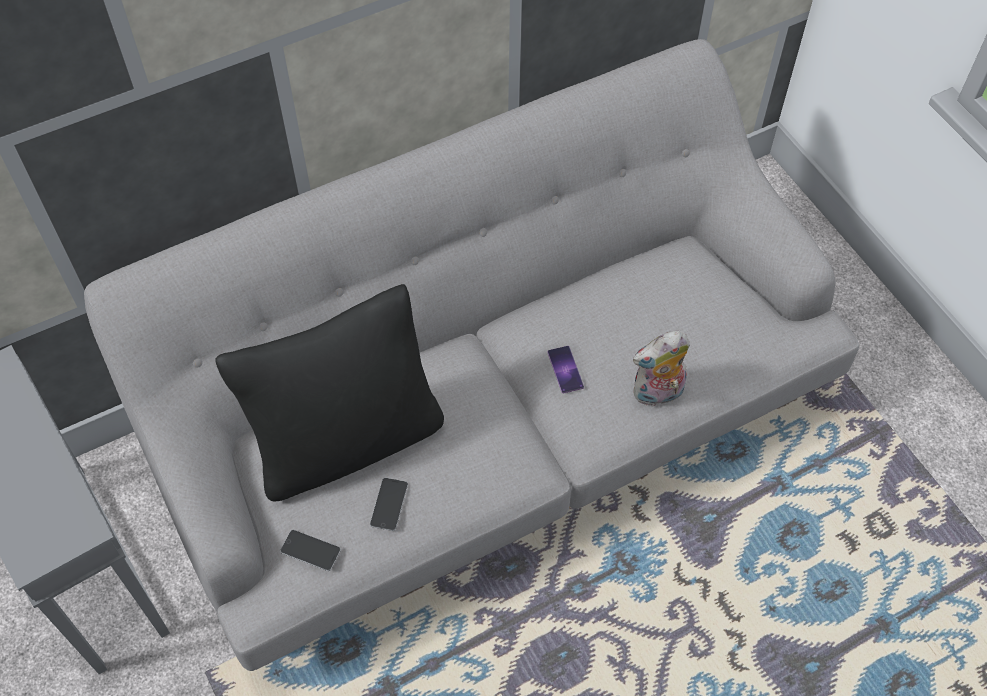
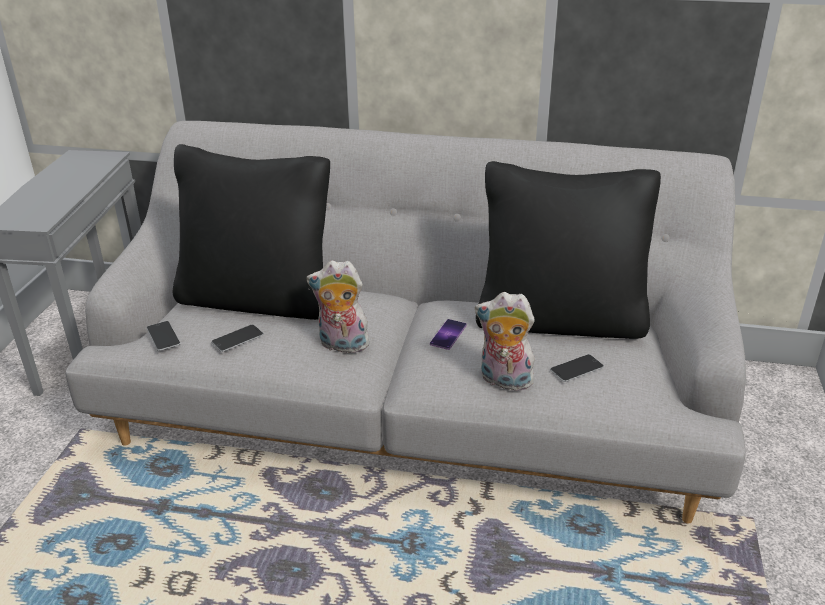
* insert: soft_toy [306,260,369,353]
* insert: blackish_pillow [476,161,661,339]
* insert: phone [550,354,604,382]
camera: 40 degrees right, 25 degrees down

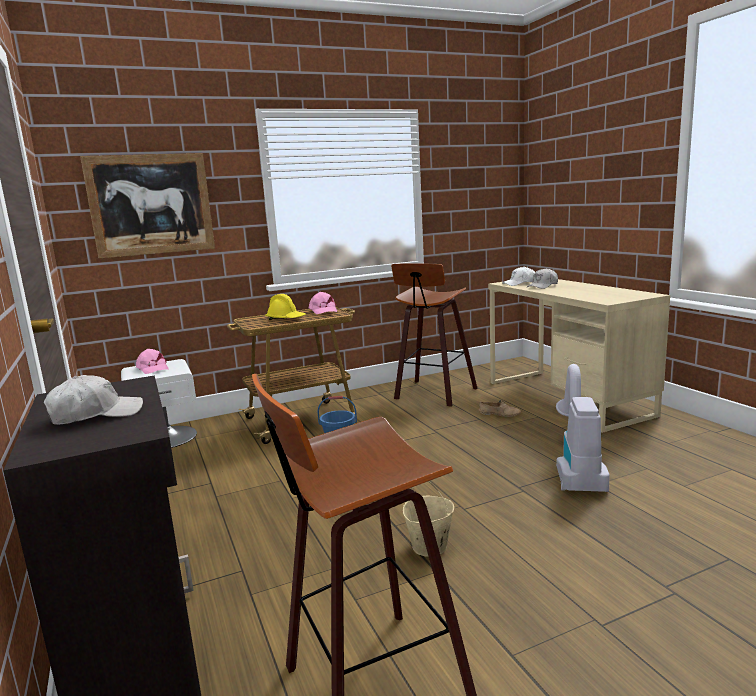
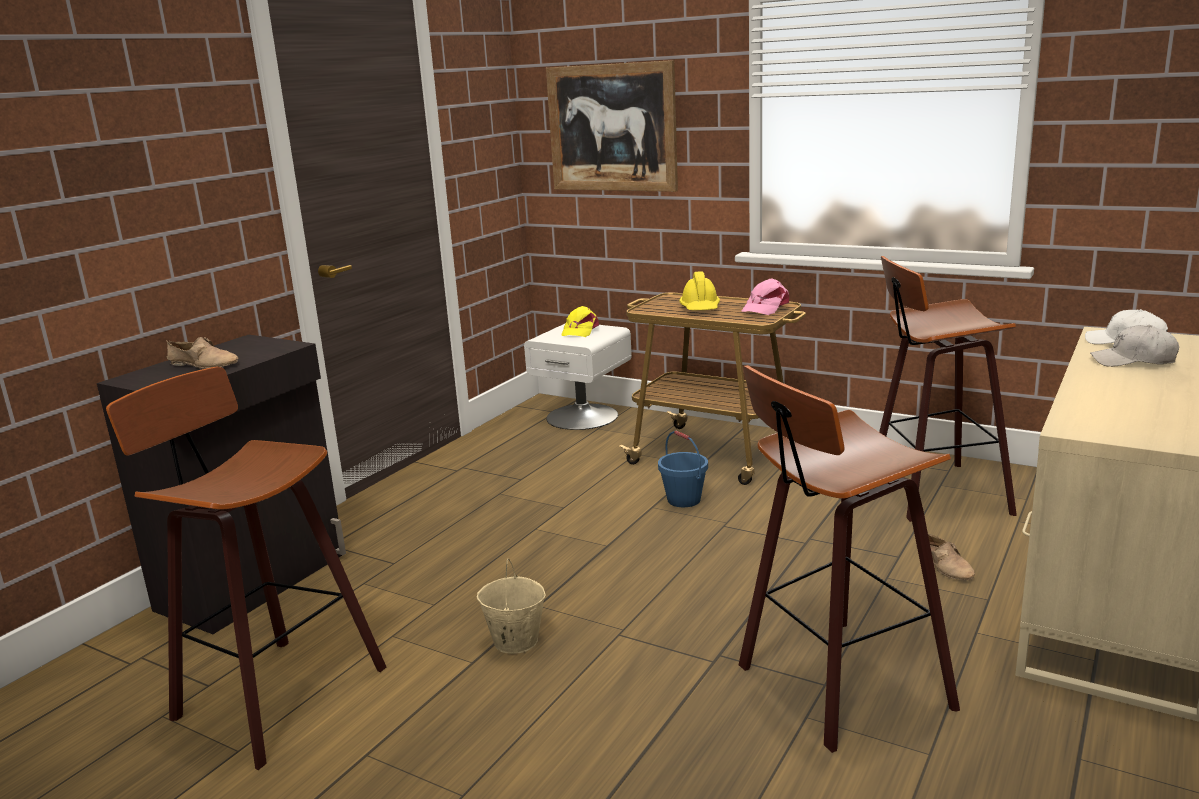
* replace: whitish_peaked_cap [44,375,143,425] to sand-coloured_low_shoe [166,337,238,369]
* recolor: pinkish_peaked_cap [136,349,168,374] to yellow_peaked_cap [561,306,599,337]
* replace: hoover [556,364,610,492] to sitting_stool [738,365,960,753]
camera: 55 degrees right, 5 degrees up

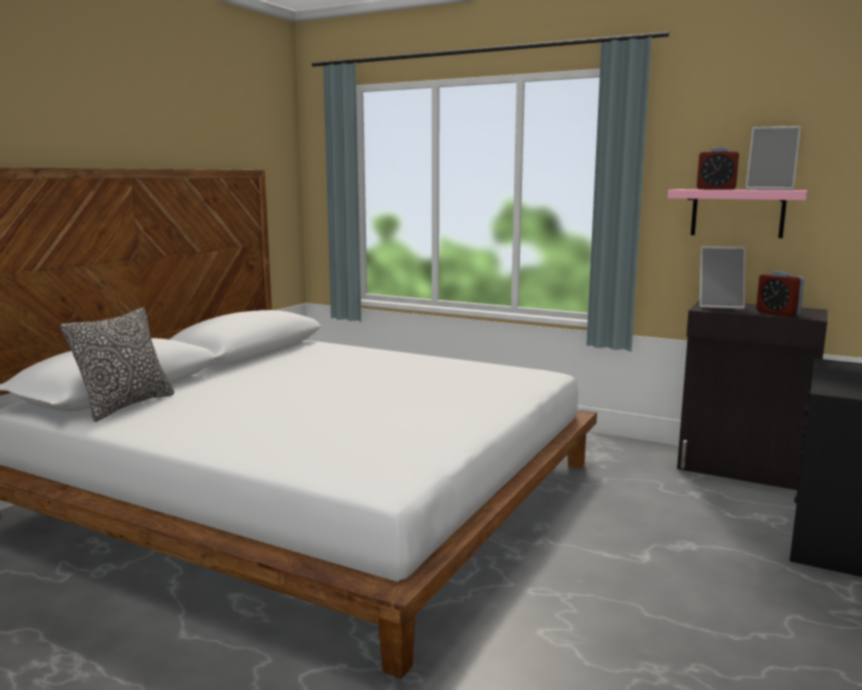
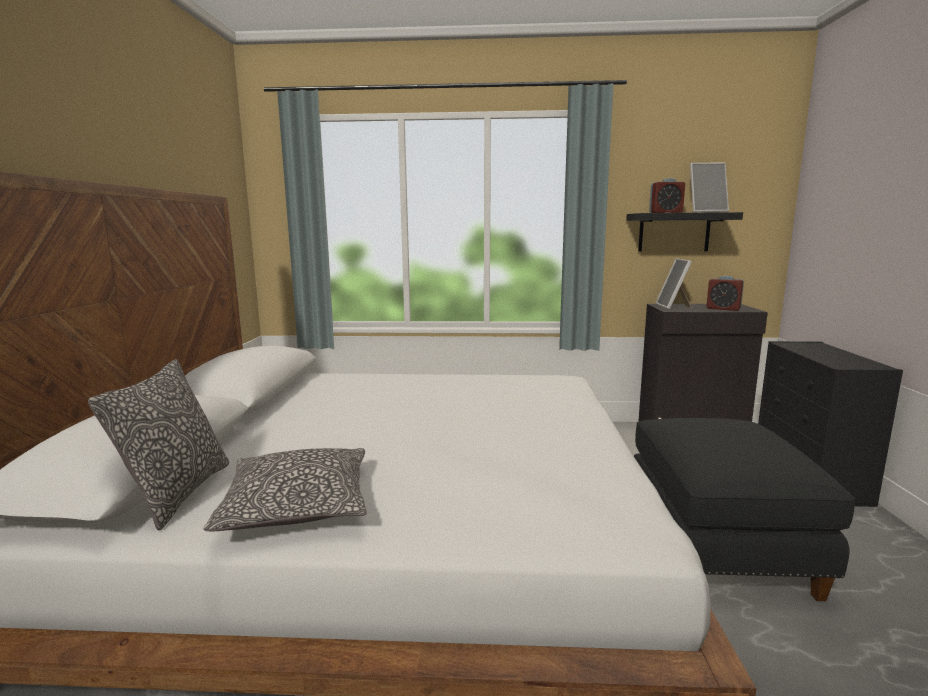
* recolor: pinkish_bracket_shelf [667,189,808,238] to blackish_bracket_shelf [626,212,743,252]
* rotate: photo_frame [699,246,745,309] = [655,258,692,309] 105 degrees clockwise
* insert: pillow [203,448,367,531]
* insert: blackish_pouffe [634,418,856,601]
camera: 25 degrees left, 0 degrees up

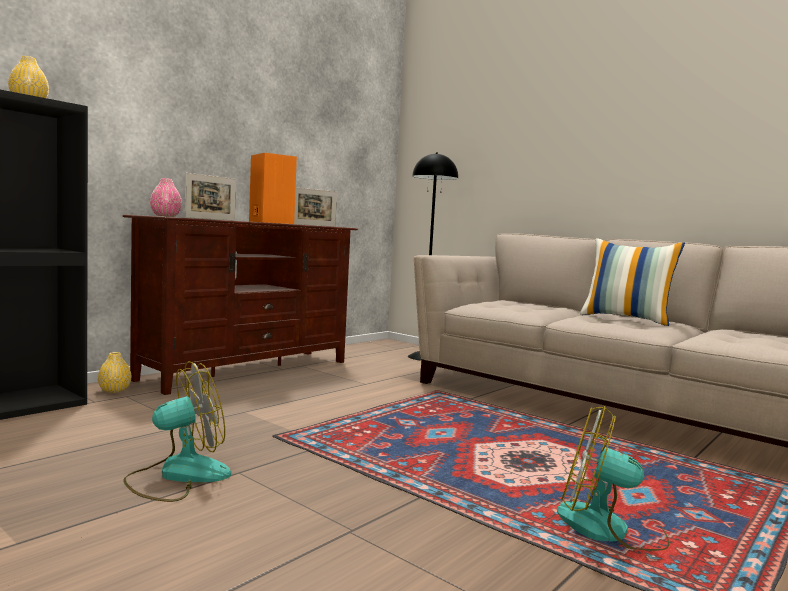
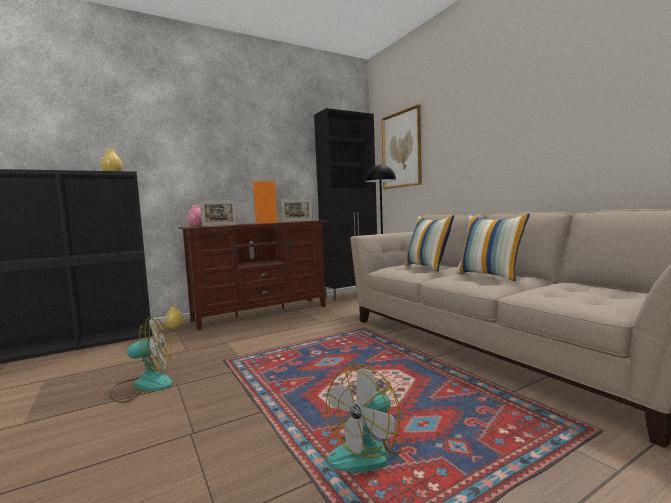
* rotate: electric_fan [557,406,669,551] = [326,364,403,472] 90 degrees counterclockwise
* insert: blackish_cupboard [314,108,377,301]
* insert: wall_art [381,104,422,189]
* insert: pillow [405,215,454,272]
camera: 20 degrees right, 0 degrees up

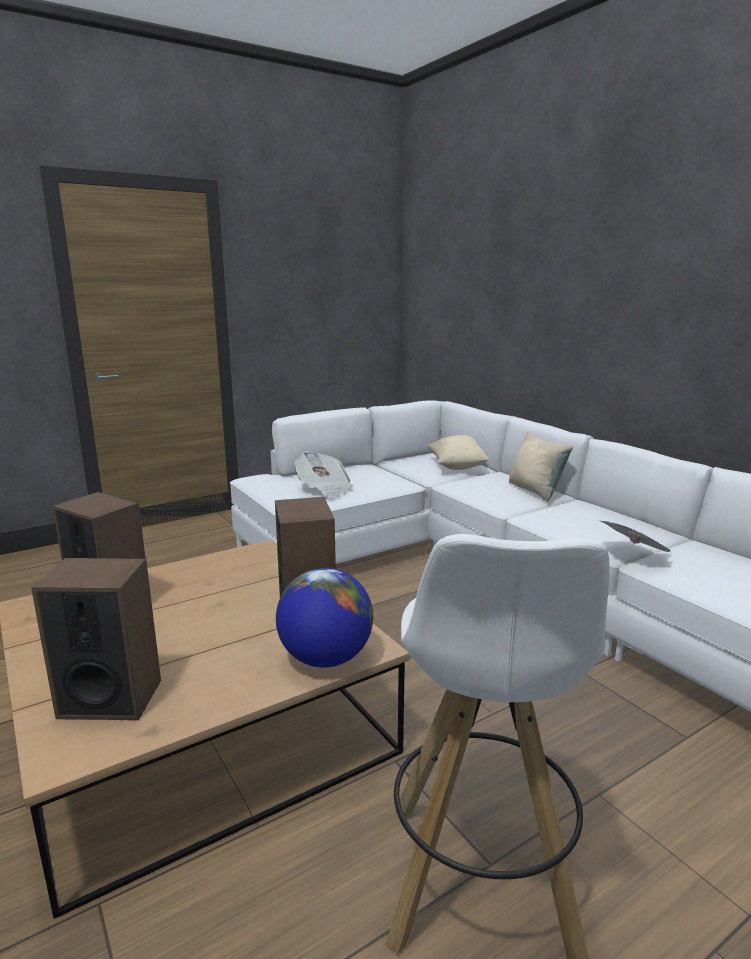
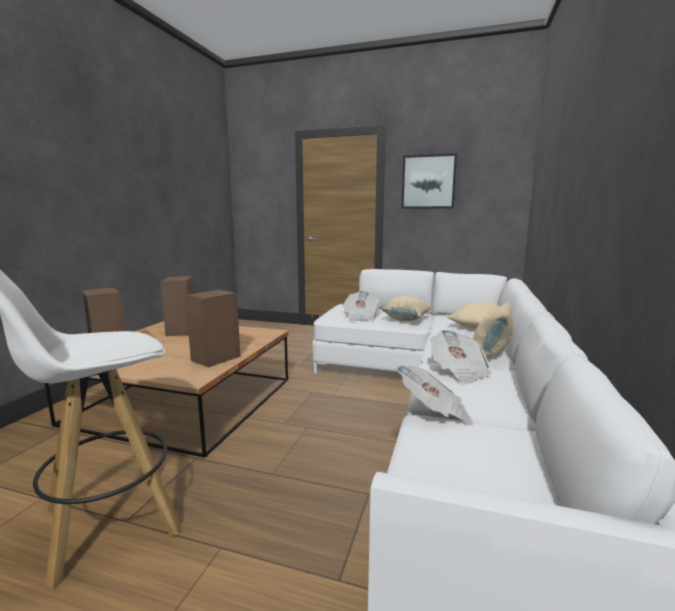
* delete: desk_globe [276,568,373,668]
* insert: sand-coloured_pillow [381,296,433,321]
* insert: wall_art [401,153,457,209]
* insert: newspaper [430,330,491,384]
camera: 50 degrees right, 5 degrees down

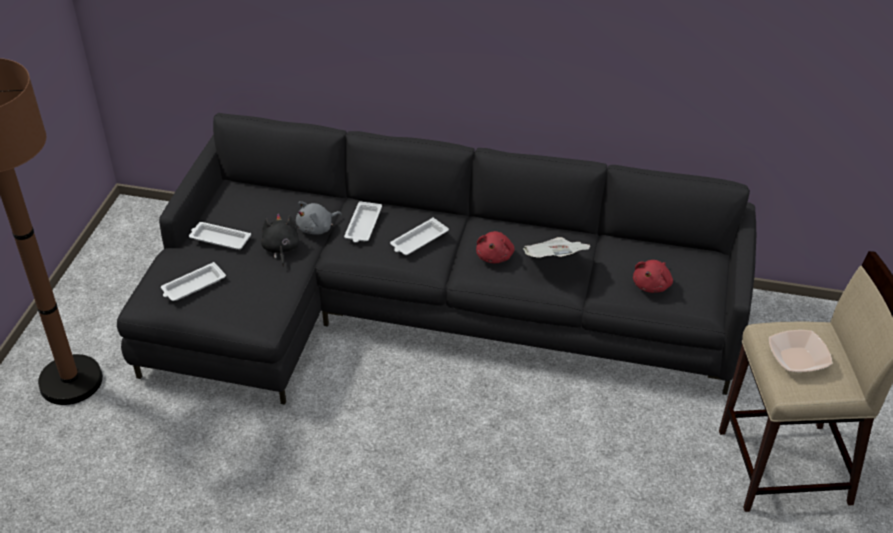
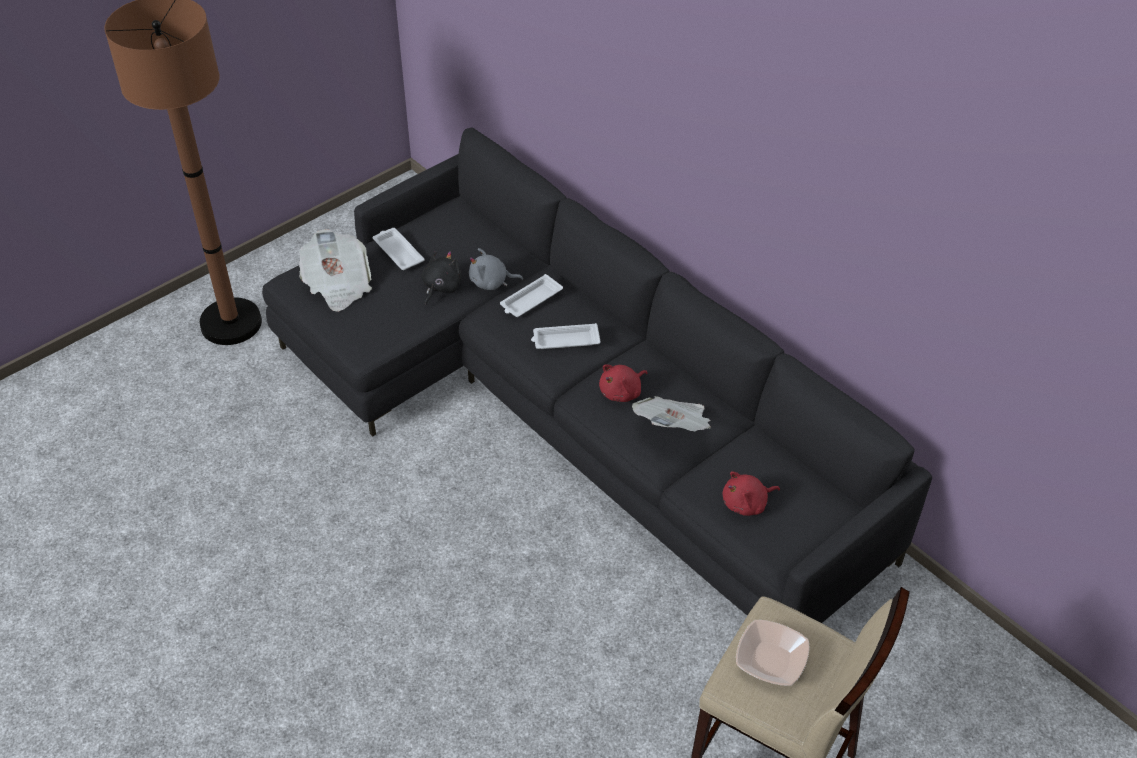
* replace: whitish_serving_tray [161,262,226,301] to newspaper [299,229,372,312]
camera: 35 degrees right, 5 degrees up

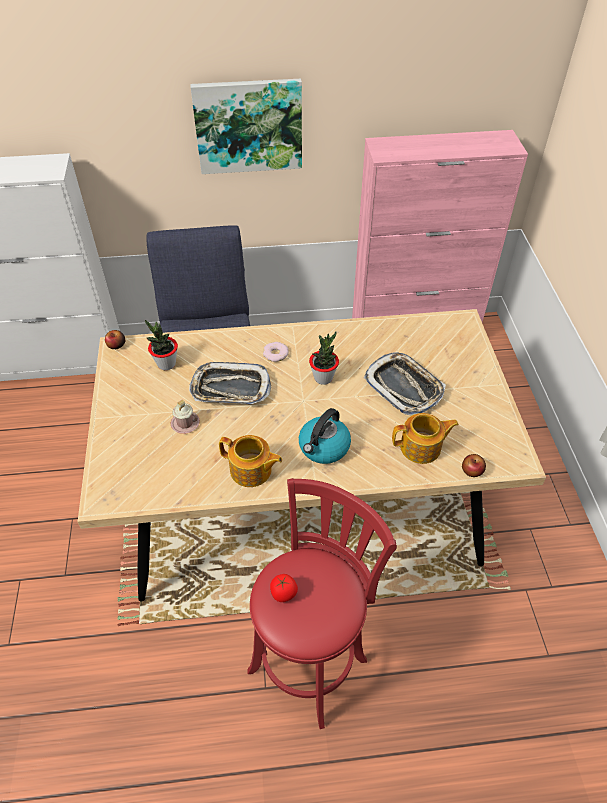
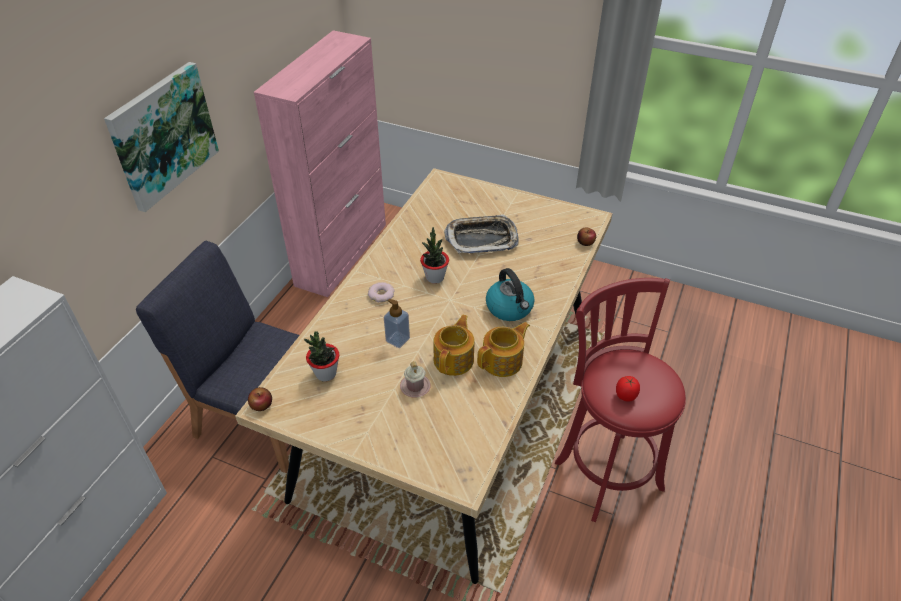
* replace: serving_tray [189,362,271,404] to soap_dispenser [384,299,410,348]
* move: pot_for_tea [392,413,459,464] to [434,315,475,376]
camera: 60 degrees left, 5 degrees down

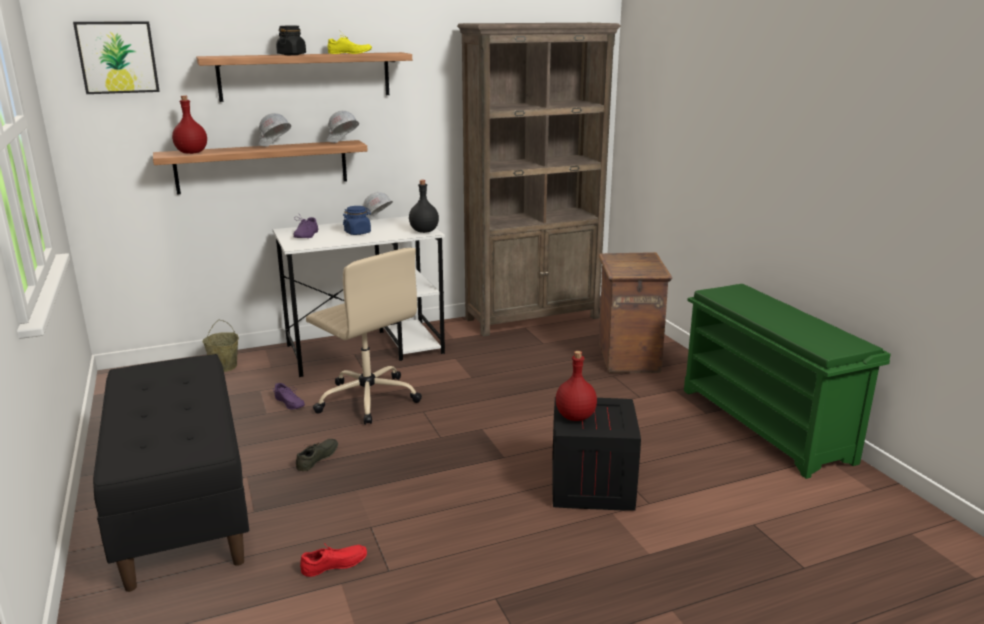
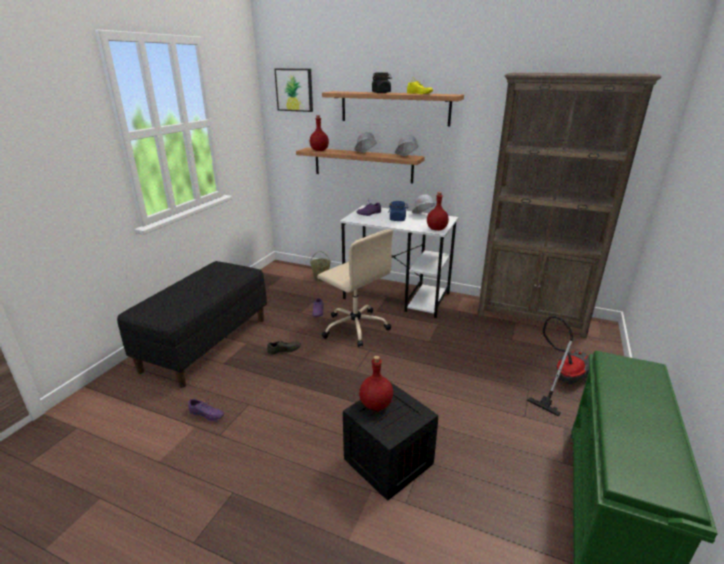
* recolor: reddish_low_shoe [300,543,367,577] to purplish_low_shoe [188,399,224,421]
* rotate: sand-coloured_computer_chair [306,248,422,425] = [317,229,393,347] 45 degrees counterclockwise
* recolor: blackish_beverage_bottle [409,180,439,233] to reddish_beverage_bottle [427,192,449,231]
* replace: shipping_crate [599,252,672,373] to hoover [527,316,589,417]
camera: 45 degrees right, 5 degrees up

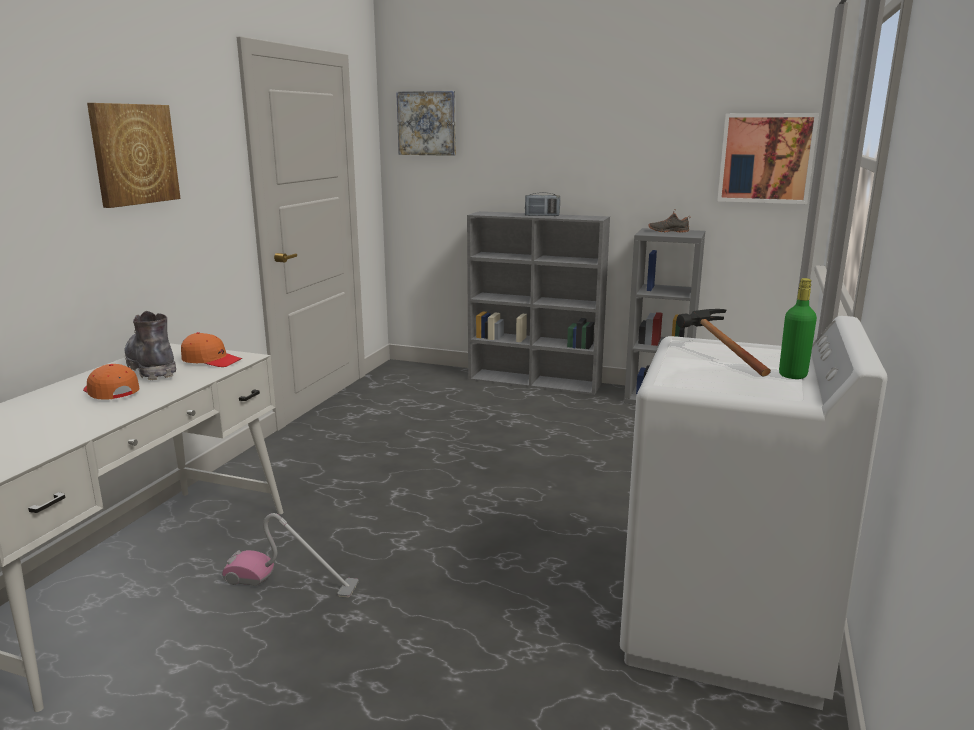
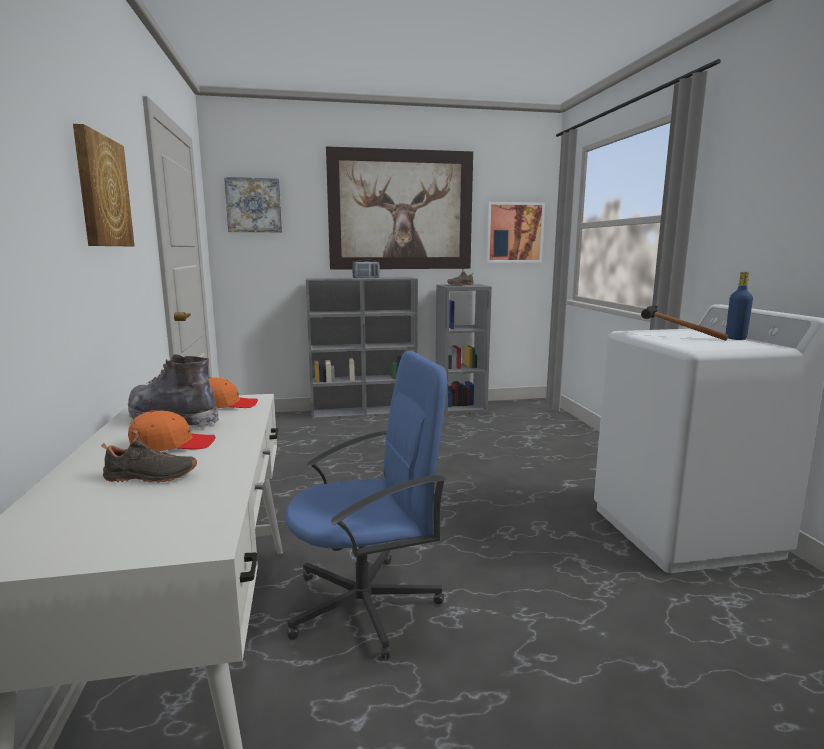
* rotate: orangey_peaked_cap [83,364,140,399] = [128,410,215,451] 150 degrees clockwise
* replace: hoover [222,513,359,597] to blue-coloured_computer_chair [285,351,447,659]
* recolor: green-coloured_beverage_bottle [779,278,817,379] to blue-coloured_beverage_bottle [726,272,753,340]
* insert: blackish_low_shoe [101,430,197,483]
* insert: wall_art [326,146,473,270]
camera: 30 degrees left, 5 degrees down

